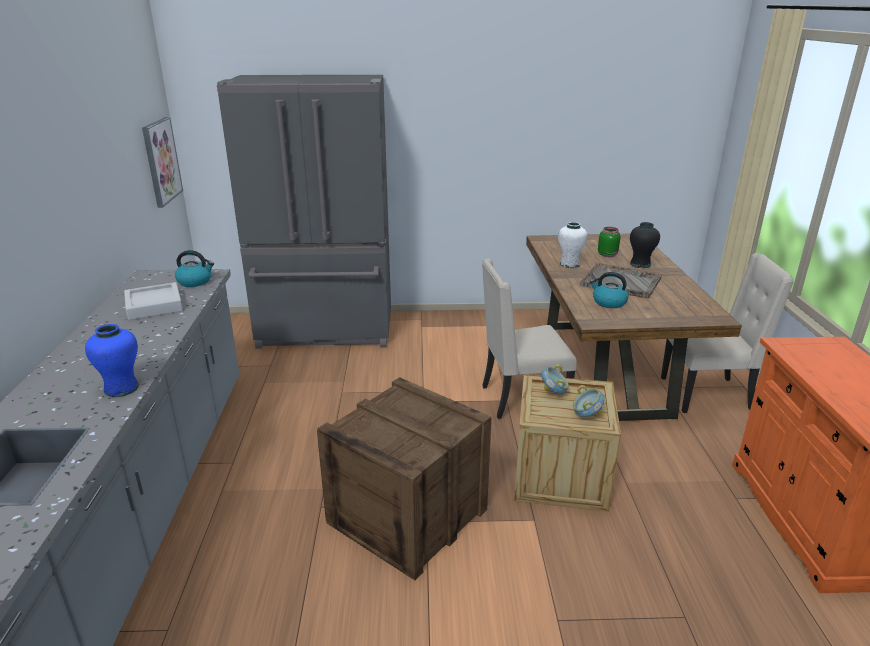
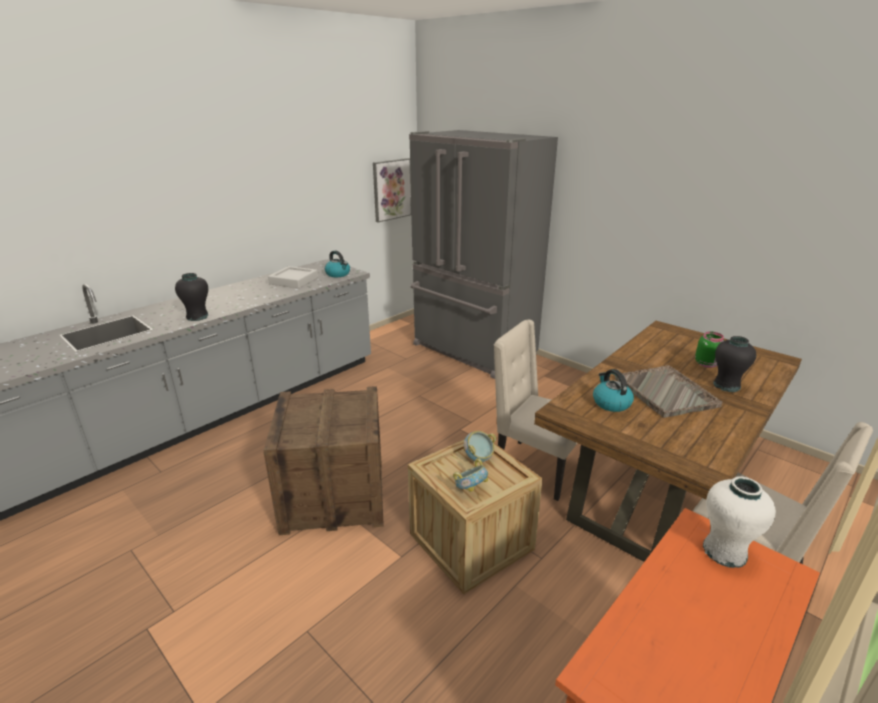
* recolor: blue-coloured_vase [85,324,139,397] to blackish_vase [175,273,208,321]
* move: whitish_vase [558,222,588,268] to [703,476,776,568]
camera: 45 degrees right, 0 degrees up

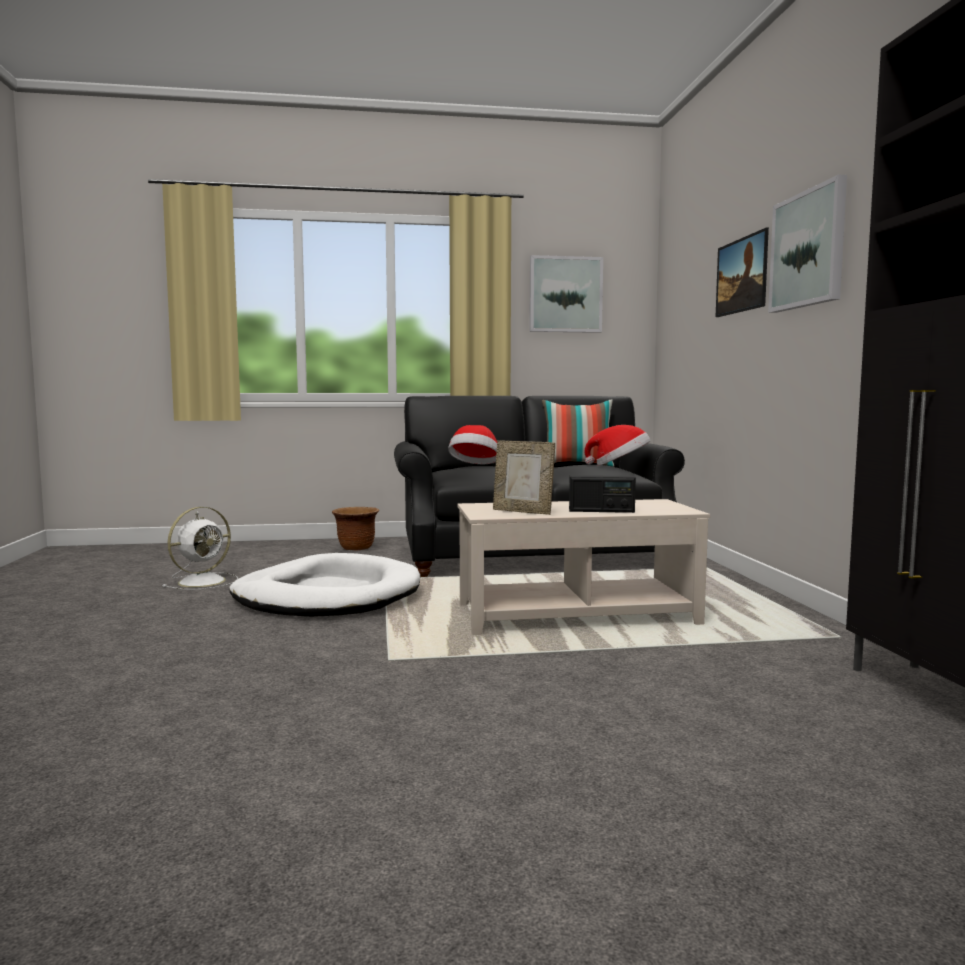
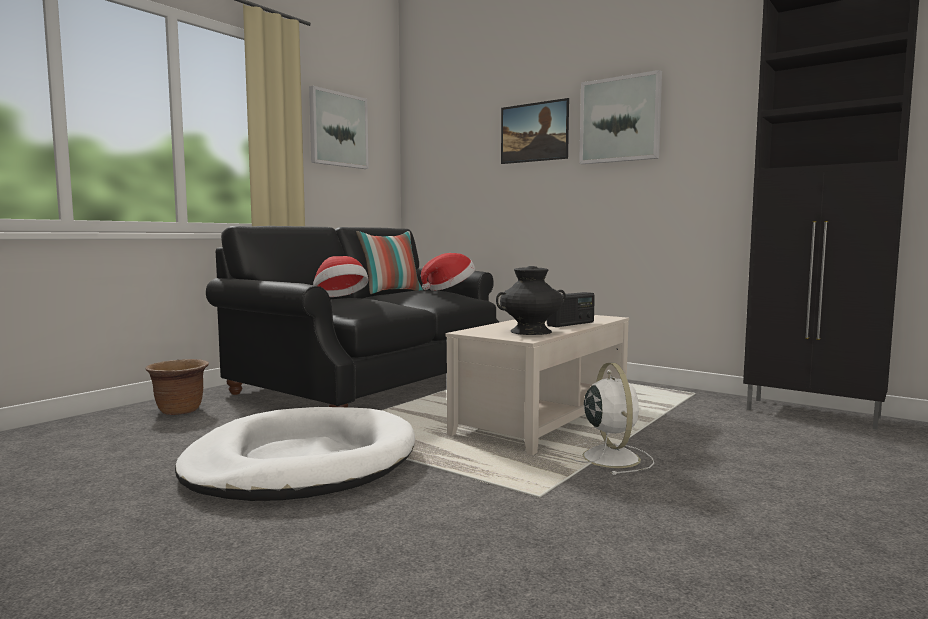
* move: whitish_electric_fan [162,507,238,590] to [571,363,654,475]
* replace: photo_frame [493,440,555,515] to blackish_vase [496,266,566,335]
camera: 45 degrees left, 0 degrees up

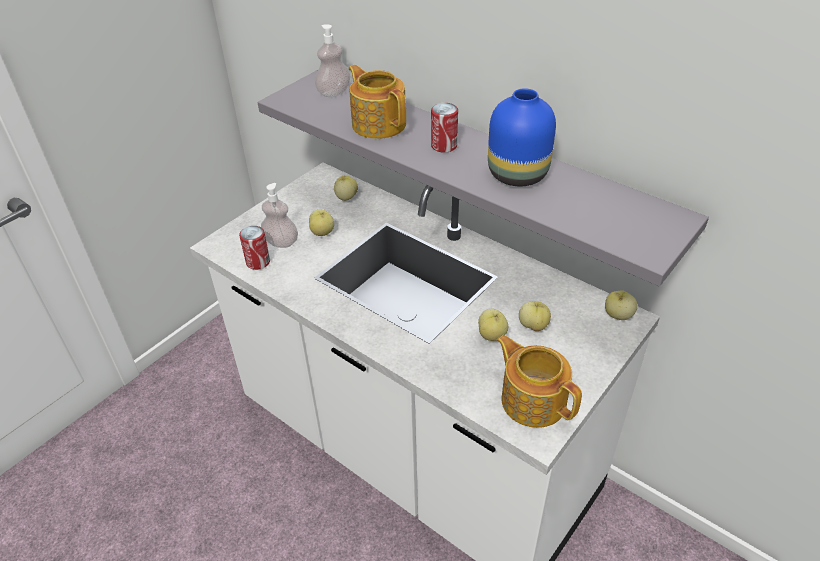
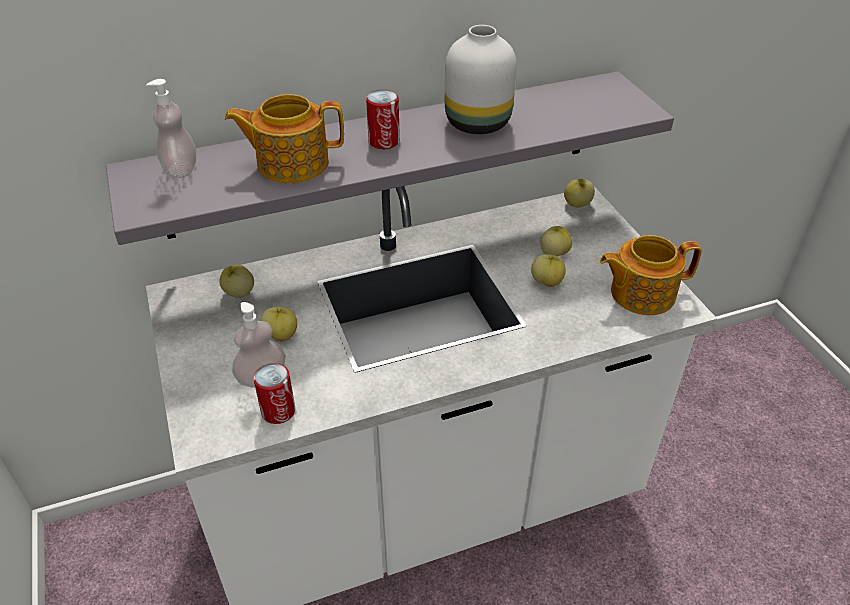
* recolor: blue-coloured_vase [488,88,556,186] to whitish_vase [445,25,517,134]
camera: 60 degrees left, 0 degrees up

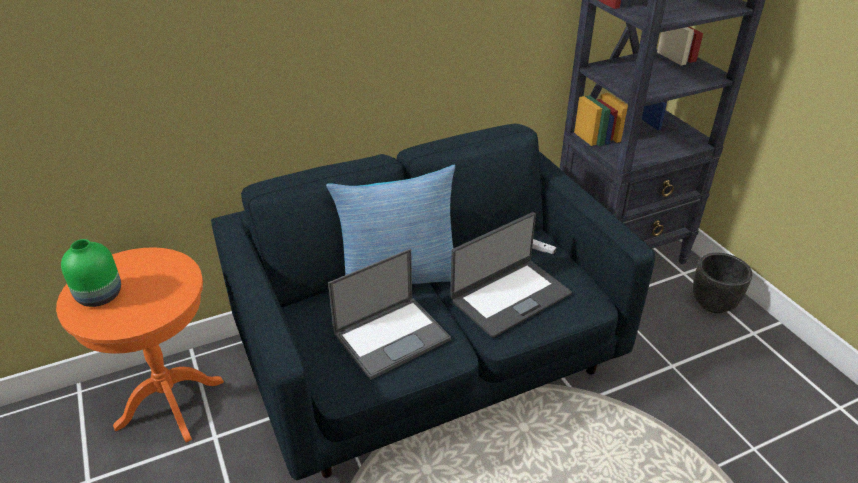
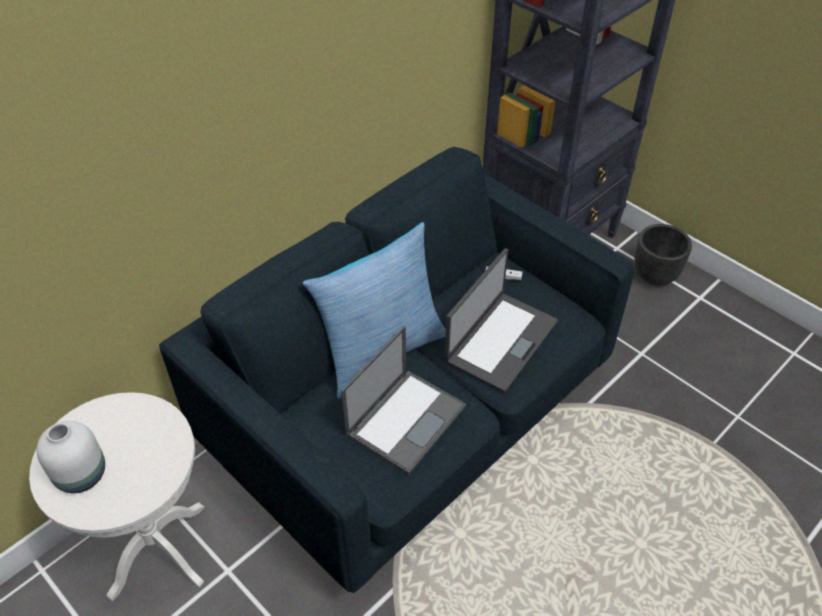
* recolor: orangey_end_table [56,247,224,442] to whitish_end_table [29,392,205,601]
* recolor: green-coloured_vase [61,239,121,307] to whitish_vase [37,421,105,493]
camera: 20 degrees left, 10 degrees up

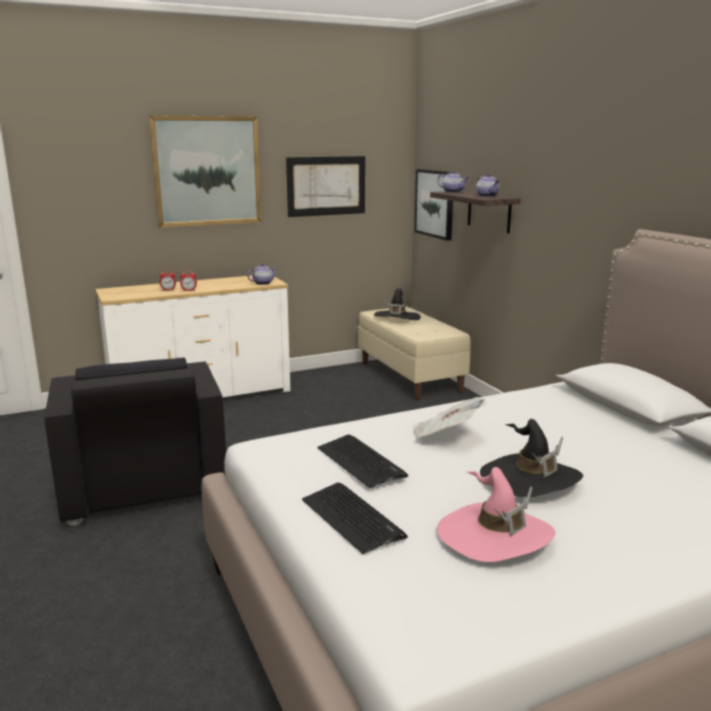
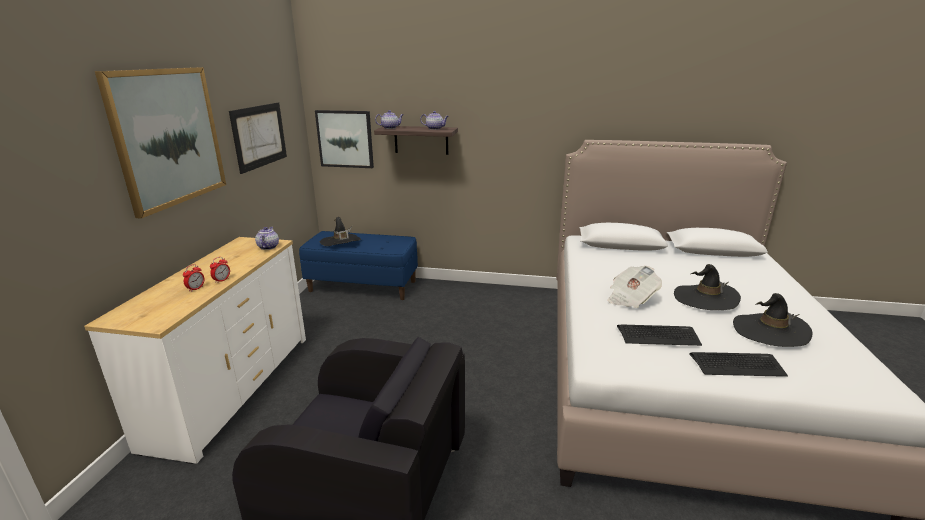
* recolor: sand-coloured_bench [358,306,471,401] to blue-coloured_bench [299,231,418,300]
* recolor: pinkish_wearable_hat [437,467,556,562] to blackish_wearable_hat [733,293,813,347]
camera: 55 degrees left, 5 degrees up

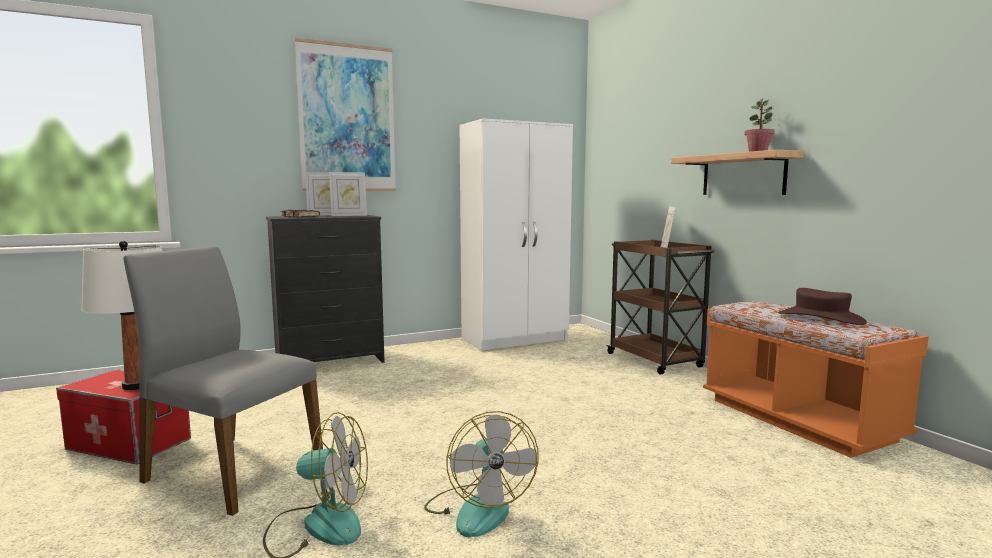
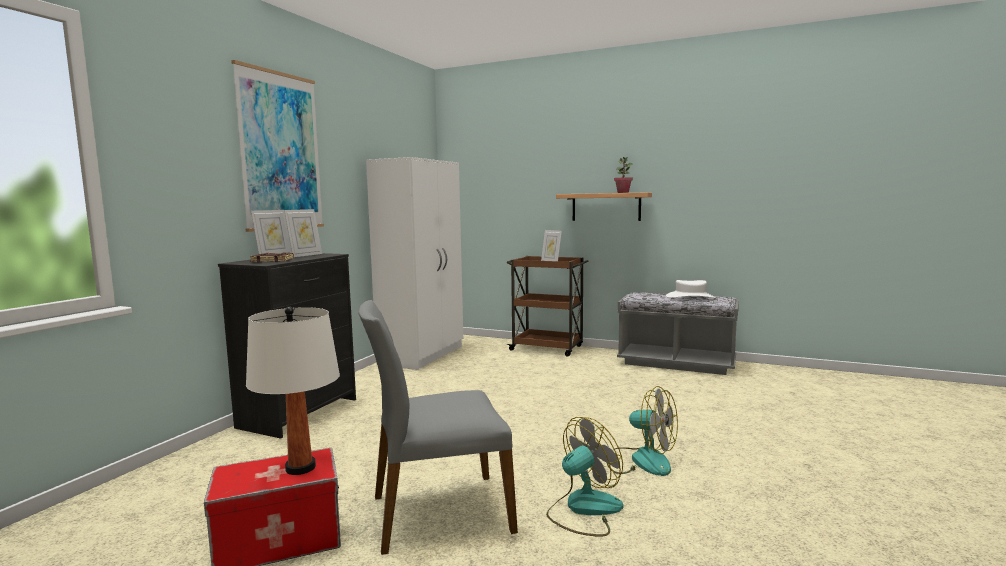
* recolor: orangey_bench [703,301,929,458] to greyish_bench [617,292,739,375]
* recolor: brown-coloured_wearable_hat [778,288,867,325] to whitish_wearable_hat [666,280,716,298]
camera: 40 degrees left, 0 degrees up

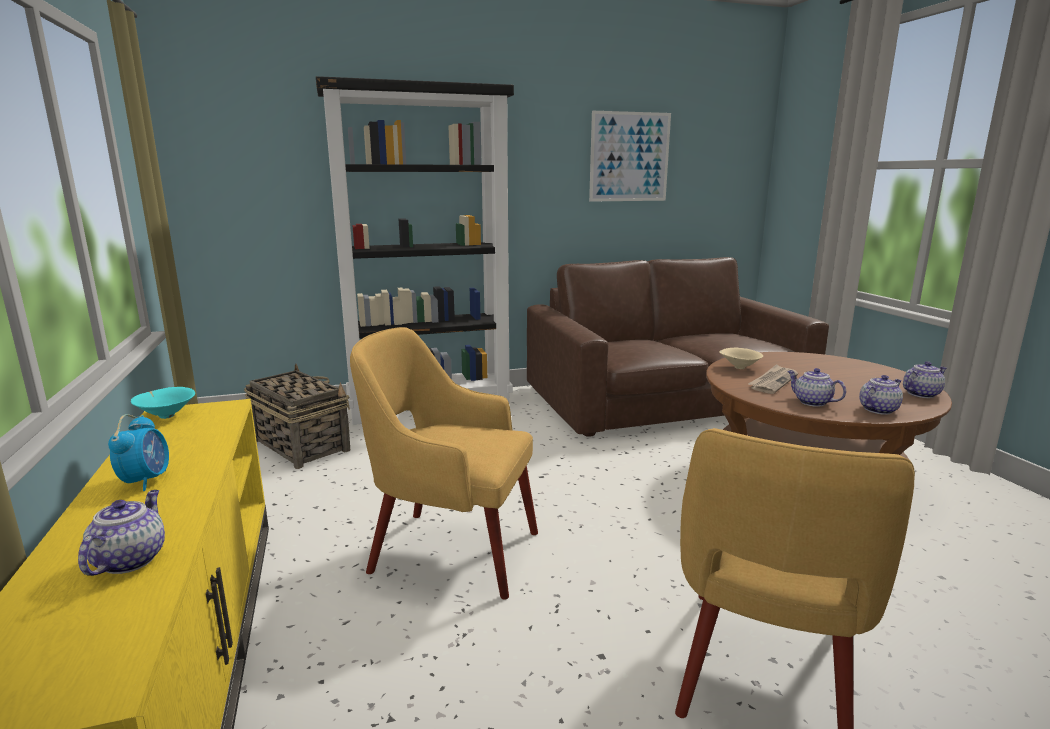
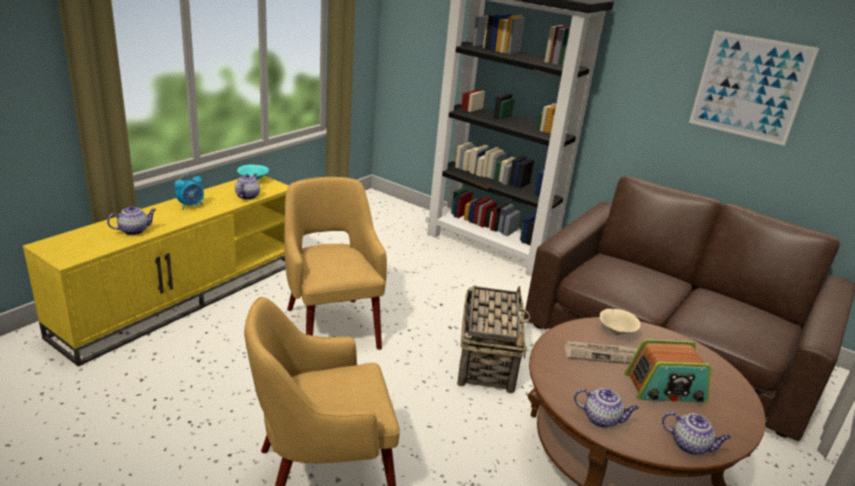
* move: household_basket [244,364,350,469] to [457,286,531,393]
* move: pot_for_tea [787,368,846,407] to [235,174,260,200]
* insert: radio [625,339,712,402]
camera: 50 degrees right, 10 degrees up

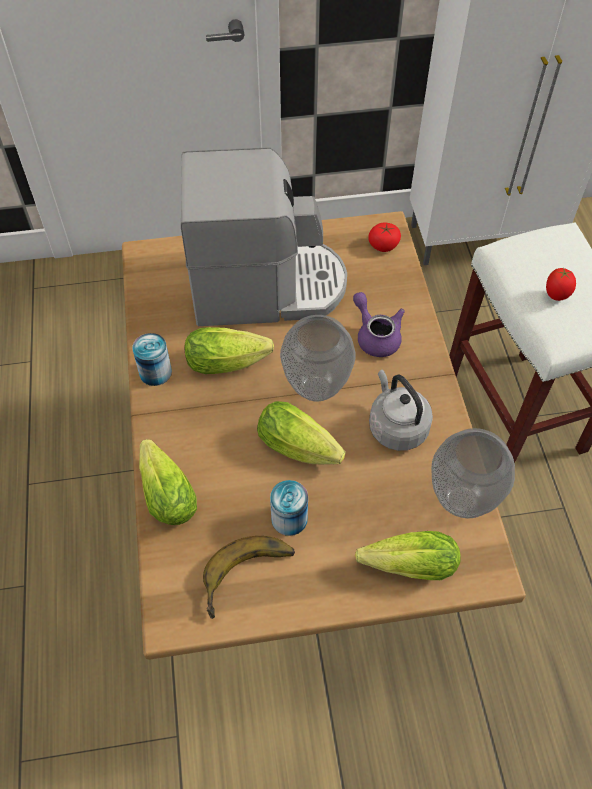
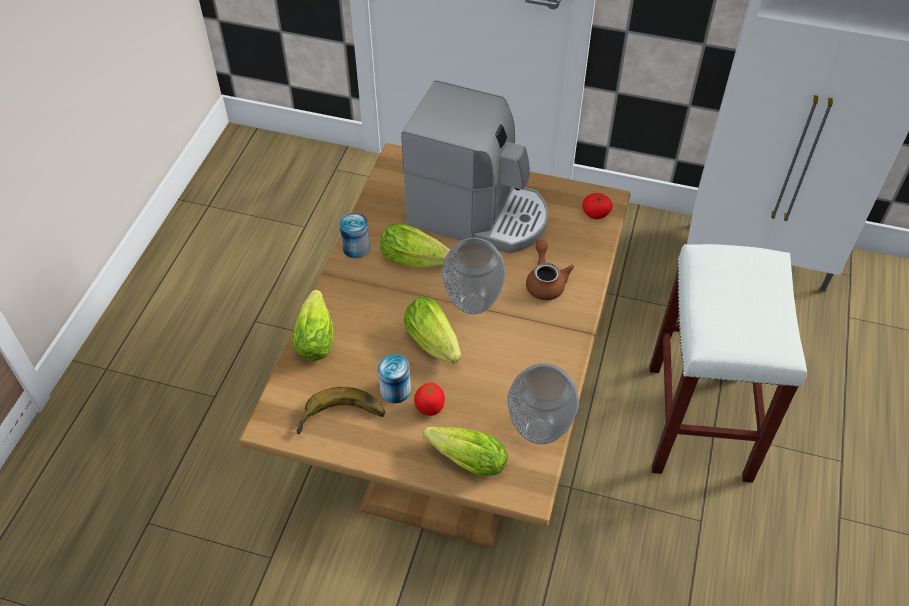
* recolor: purplish_pot_for_tea [353,292,405,357] to brown-coloured_pot_for_tea [526,240,574,300]
* delete: greyish_kettle [369,369,433,451]
* move: fresh_tomato [546,267,576,301] to [414,383,445,416]
camera: 25 degrees right, 5 degrees down

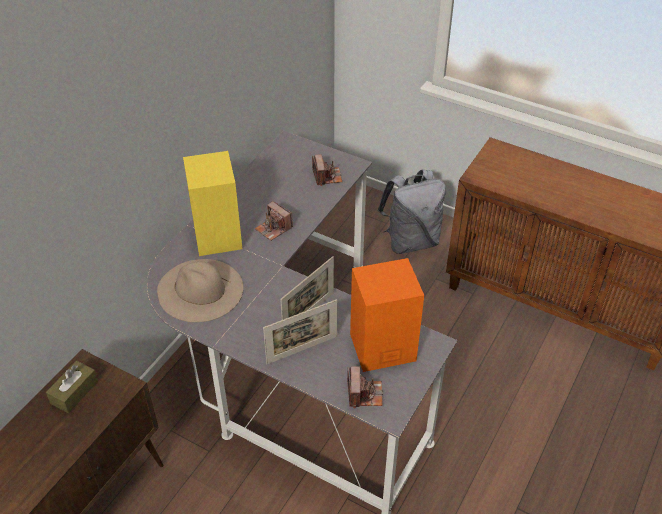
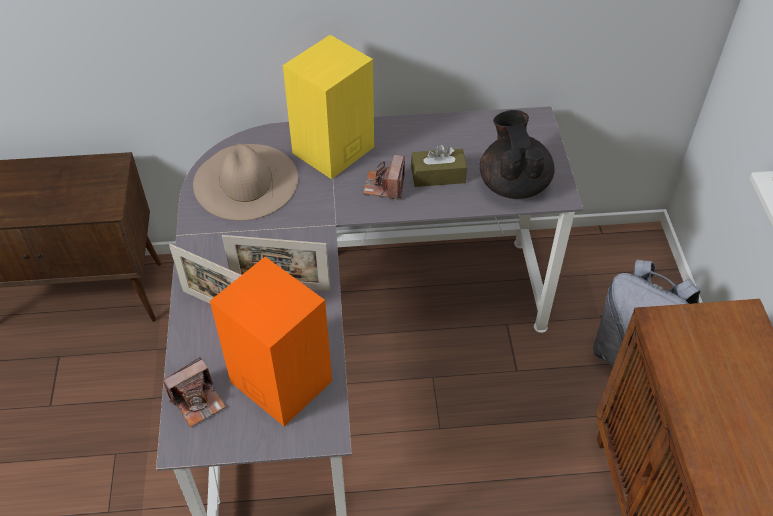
* move: brown-coloured_box_of_tissues [46,361,98,413] to [411,145,467,187]
* replace: photo_camera [312,154,343,186] to blackish_pot_for_tea [480,110,555,199]
camera: 55 degrees right, 5 degrees up

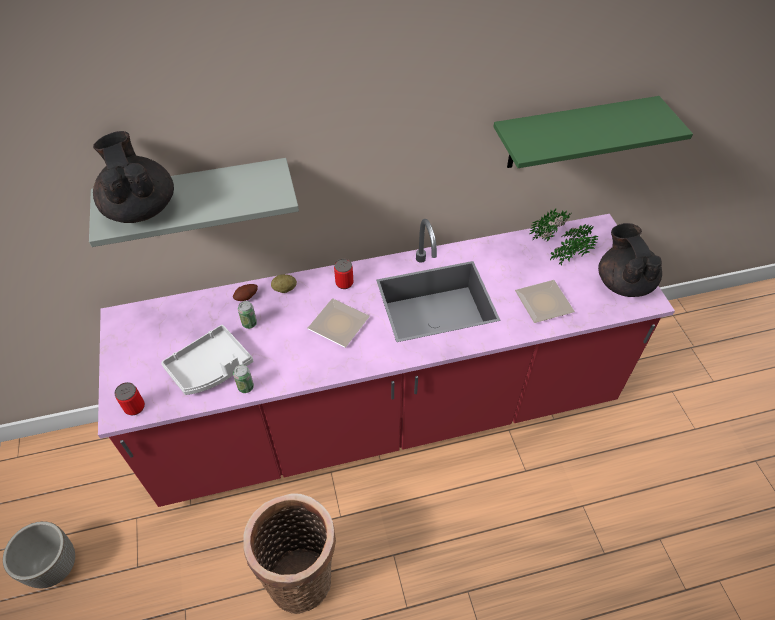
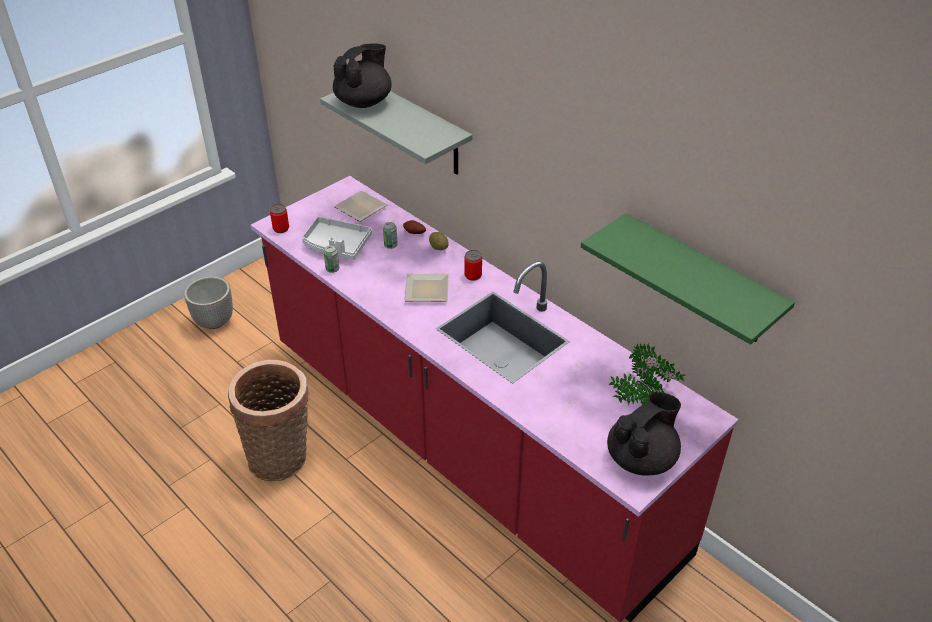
* move: flat_dish [515,280,575,323] to [334,190,388,222]
camera: 60 degrees right, 10 degrees down

